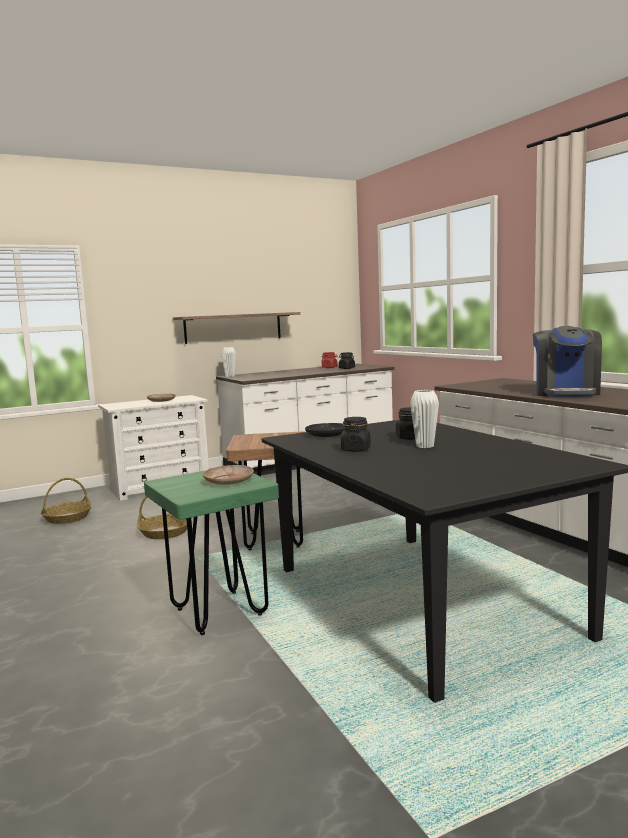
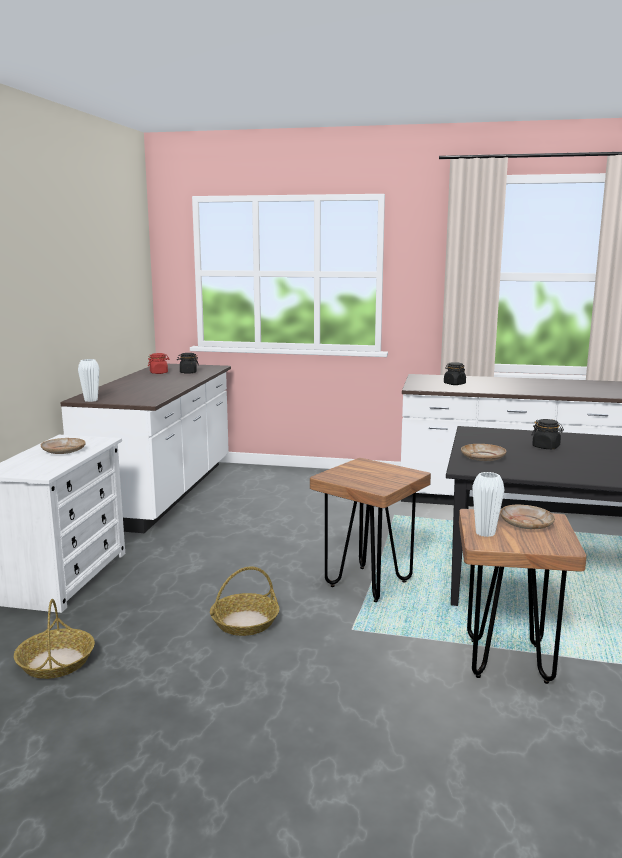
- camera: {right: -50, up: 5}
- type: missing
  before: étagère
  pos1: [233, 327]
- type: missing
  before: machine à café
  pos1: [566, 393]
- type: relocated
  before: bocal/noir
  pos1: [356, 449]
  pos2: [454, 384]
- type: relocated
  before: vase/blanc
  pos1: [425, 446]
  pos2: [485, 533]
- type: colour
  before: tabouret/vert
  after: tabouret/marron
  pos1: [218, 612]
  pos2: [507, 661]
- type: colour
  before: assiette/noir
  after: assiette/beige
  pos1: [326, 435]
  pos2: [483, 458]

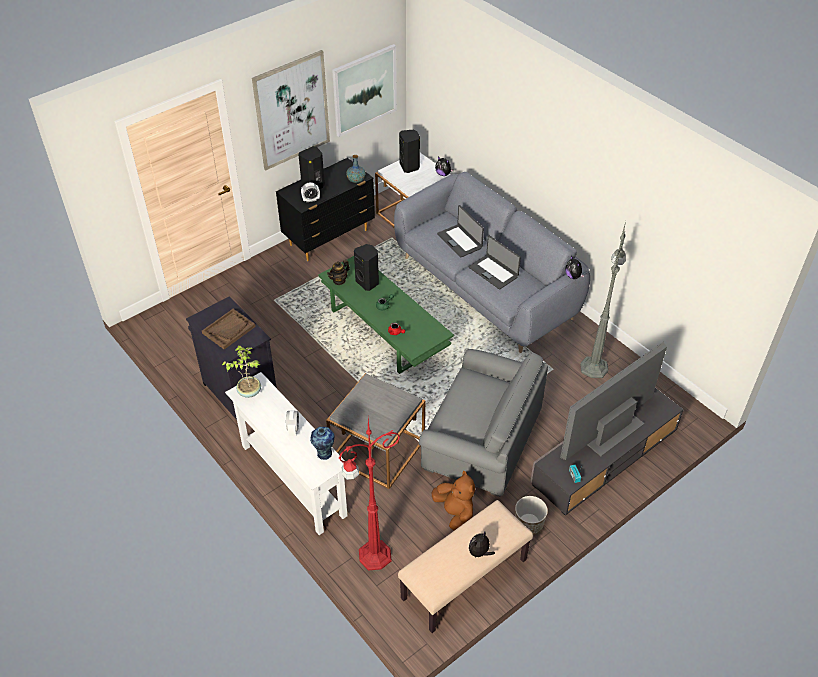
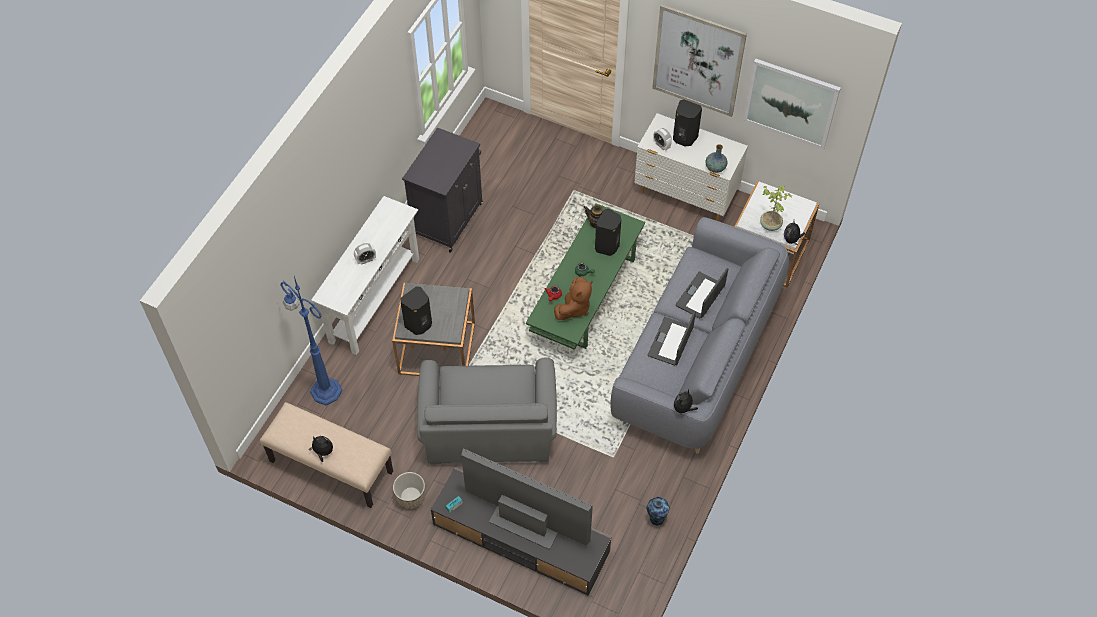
- camera: {right: 65, up: 10}
- type: missing
  before: plateau/marron
  pos1: [229, 330]
- type: missing
  before: lampadaire/gris
  pos1: [594, 366]
- type: relocated
  before: plante en pot
  pos1: [249, 391]
  pos2: [770, 224]
- type: relocated
  before: vase
  pos1: [324, 454]
  pos2: [656, 518]
- type: relocated
  before: enceinte/noir
  pos1: [410, 166]
  pos2: [419, 325]
- type: relocated
  before: peluche/marron
  pos1: [455, 513]
  pos2: [574, 308]
- type: colour
  before: commode/noir
  after: commode/blanc
  pos1: [330, 238]
  pos2: [686, 195]
- type: colour
  before: lampadaire/rouge
  after: lampadaire/bleu
  pos1: [373, 556]
  pos2: [325, 390]

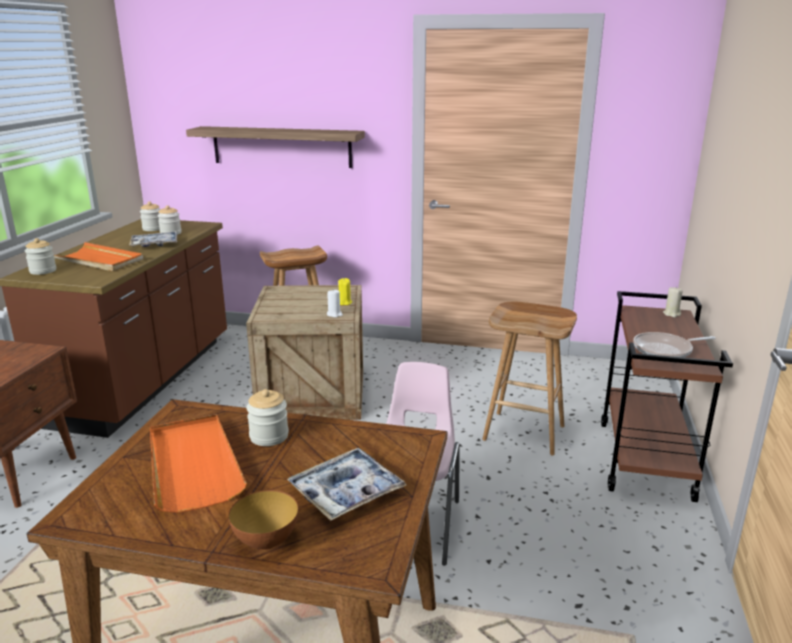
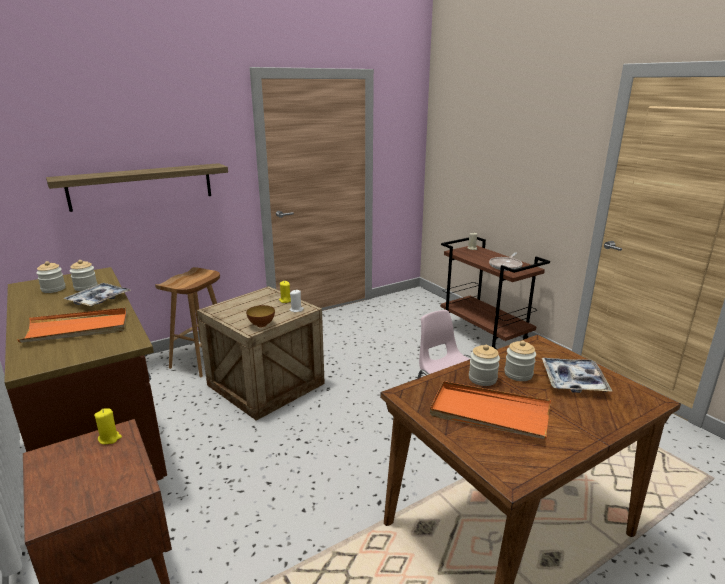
- camera: {right: -45, up: 0}
- type: missing
  before: tabouret/marron
  pos1: [525, 432]
- type: appeared
  after: bougie/jaune
  pos2: [109, 438]
- type: relocated
  before: bocal
  pos1: [43, 271]
  pos2: [518, 374]
- type: relocated
  before: bol
  pos1: [266, 541]
  pos2: [261, 325]

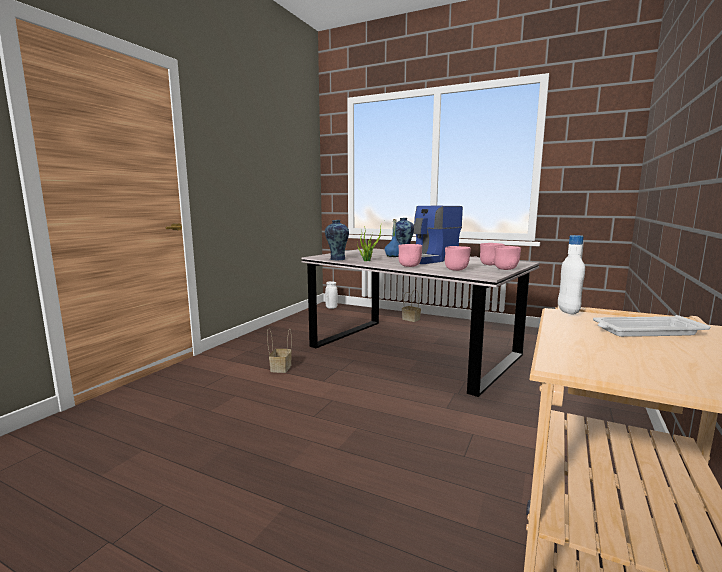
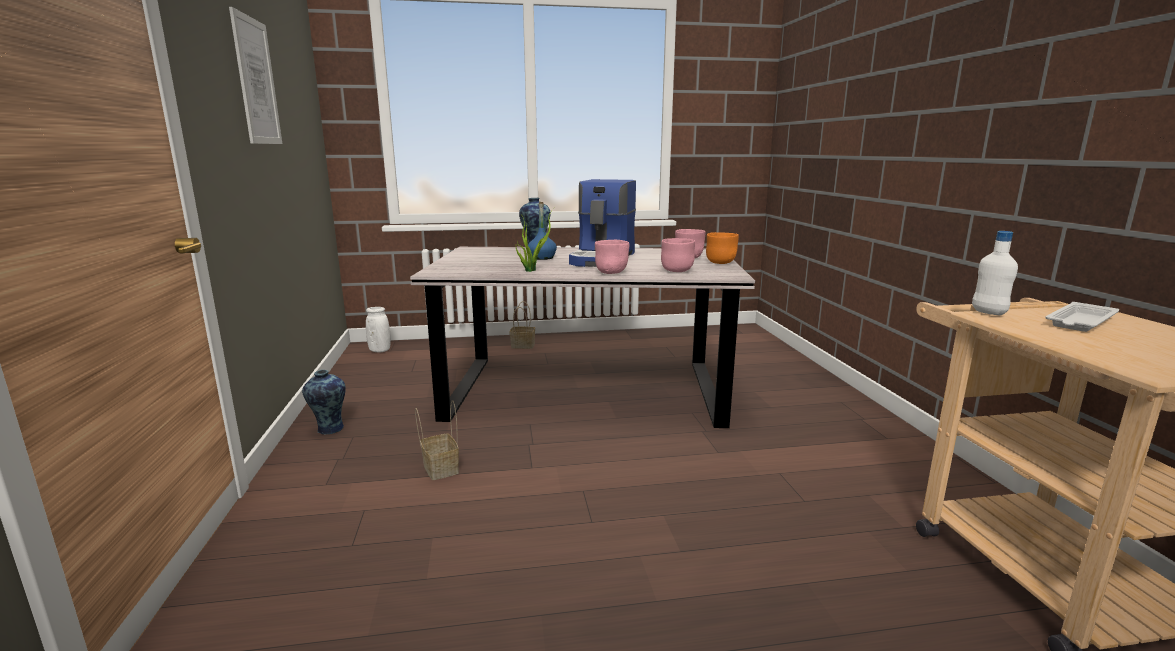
- camera: {right: -35, up: 5}
- type: appeared
  after: tableau
  pos2: [256, 82]
- type: relocated
  before: vase
  pos1: [337, 259]
  pos2: [329, 429]
- type: colour
  before: bol/rose
  after: bol/orange
  pos1: [506, 269]
  pos2: [720, 262]

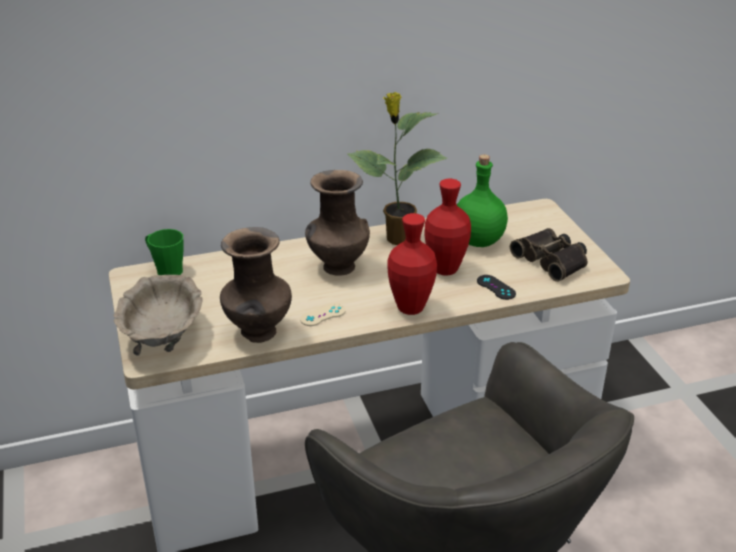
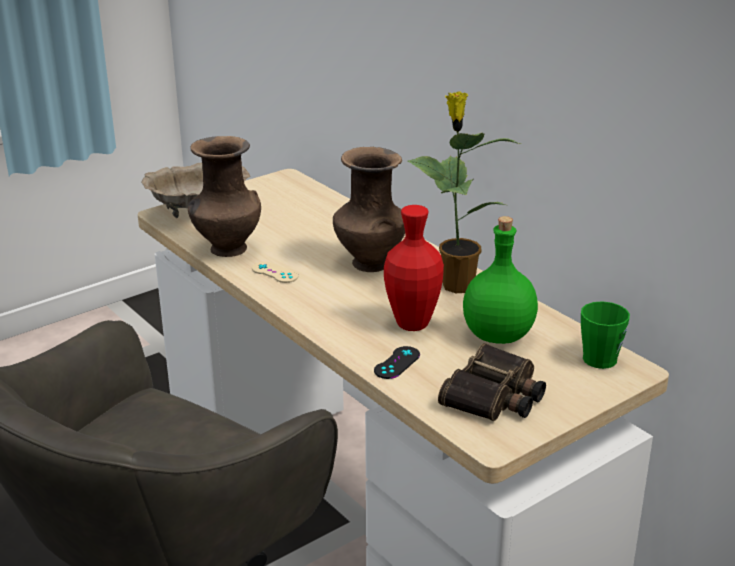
- camera: {right: 70, up: -5}
- type: missing
  before: vase/rouge
  pos1: [410, 308]
- type: relocated
  before: mug/vert
  pos1: [166, 269]
  pos2: [600, 355]

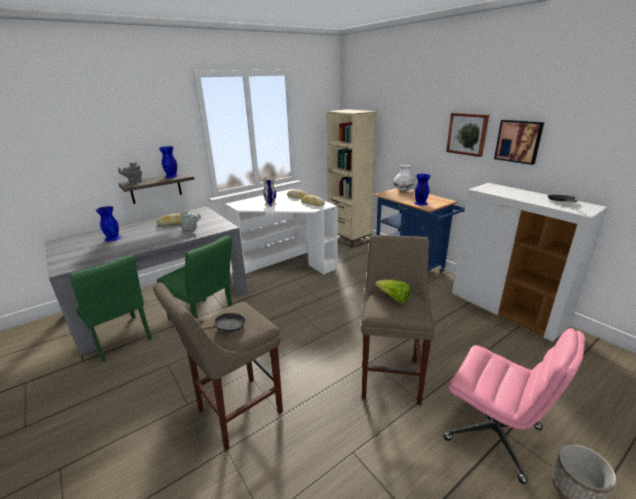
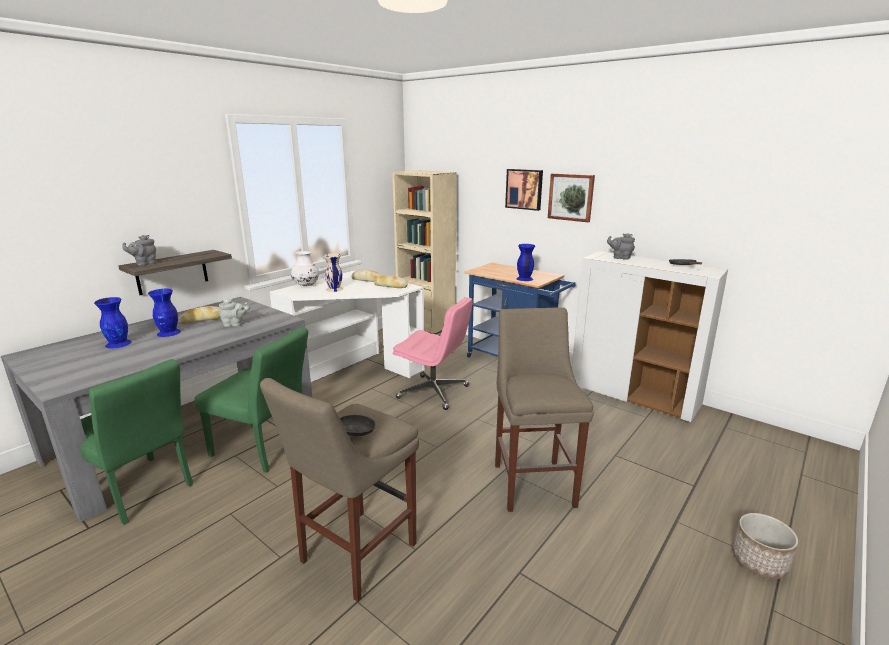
- camera: {right: -15, up: -5}
- type: missing
  before: laitue
  pos1: [393, 298]
- type: appeared
  after: théière/gris
  pos2: [620, 257]
- type: relocated
  before: vase/bleu
  pos1: [172, 176]
  pos2: [169, 333]
- type: relocated
  before: vase/blanc
  pos1: [403, 191]
  pos2: [306, 285]
- type: relocated
  before: chaise de bureau/rose
  pos1: [494, 434]
  pos2: [434, 392]
- type: relocated
  before: tableau
  pos1: [518, 141]
  pos2: [524, 189]

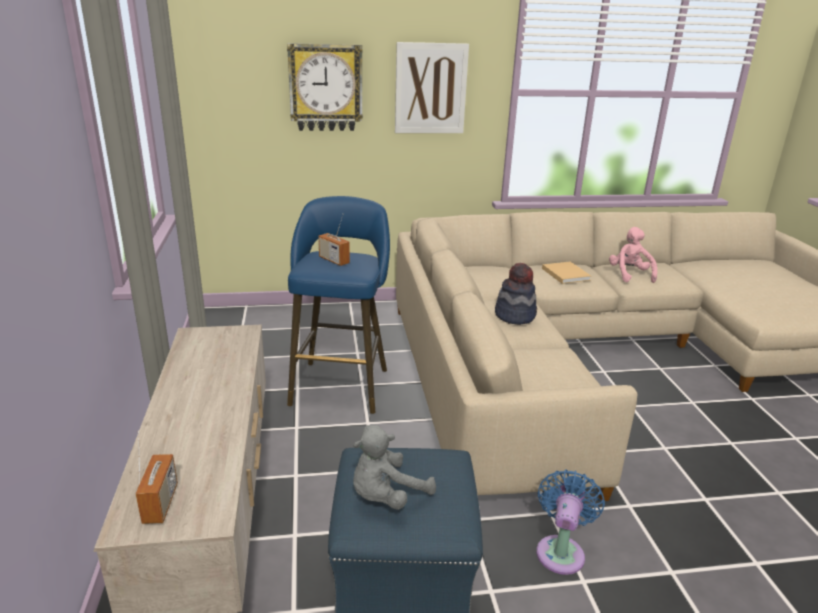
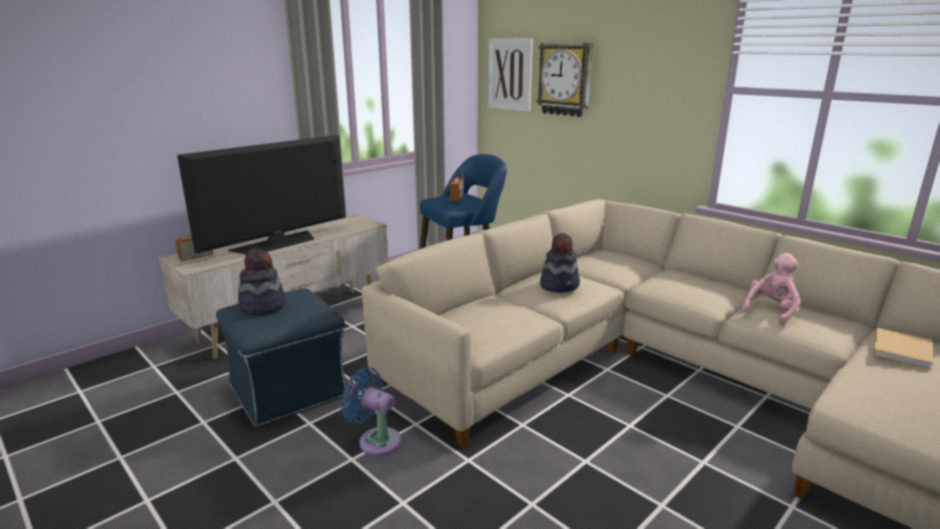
- camera: {right: 55, up: -5}
- type: appeared
  after: téléviseur
  pos2: [277, 244]
- type: relocated
  before: tableau
  pos1: [430, 89]
  pos2: [510, 74]
- type: relocated
  before: livre/beige
  pos1: [565, 273]
  pos2: [901, 349]
- type: exchanged
  before: peluche/gris
  after: chapeau
  pos1: [386, 496]
  pos2: [262, 306]
- type: spun
  before: ventilateur/bleu
  pos1: [561, 550]
  pos2: [376, 440]
  turn: -135

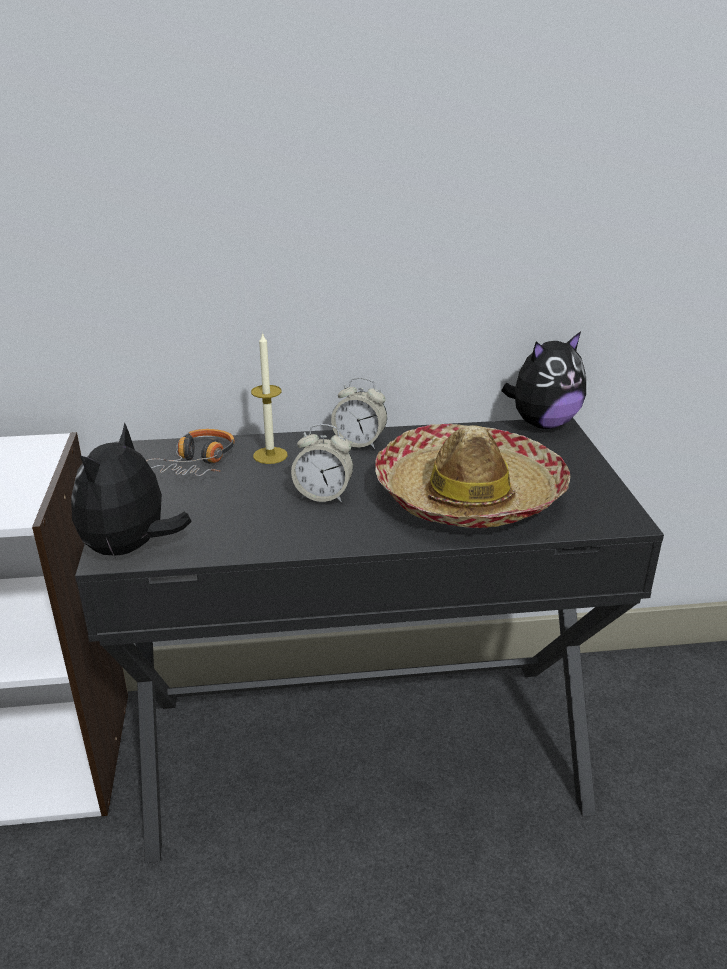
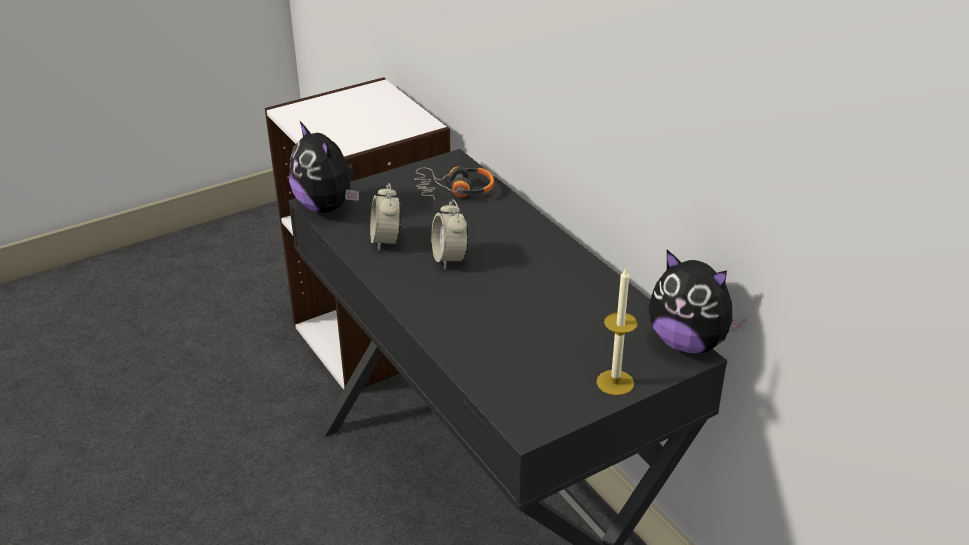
- camera: {right: 65, up: 5}
- type: missing
  before: chapeau
  pos1: [469, 495]
- type: relocated
  before: bougie
  pos1: [270, 455]
  pos2: [615, 382]
- type: relocated
  before: réveil
  pos1: [359, 443]
  pos2: [386, 240]
- type: spun
  before: peluche
  pos1: [130, 549]
  pos2: [327, 207]
  turn: -120

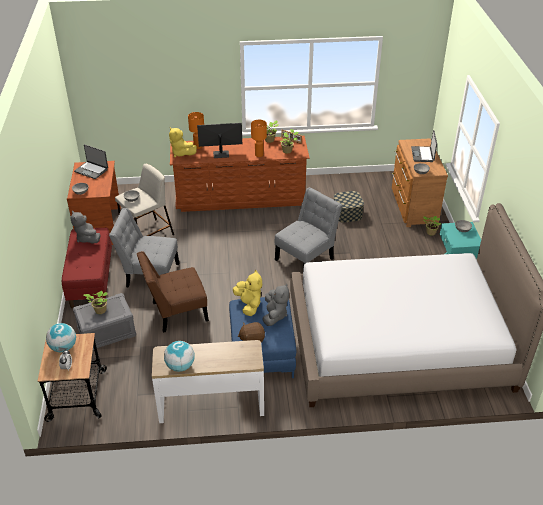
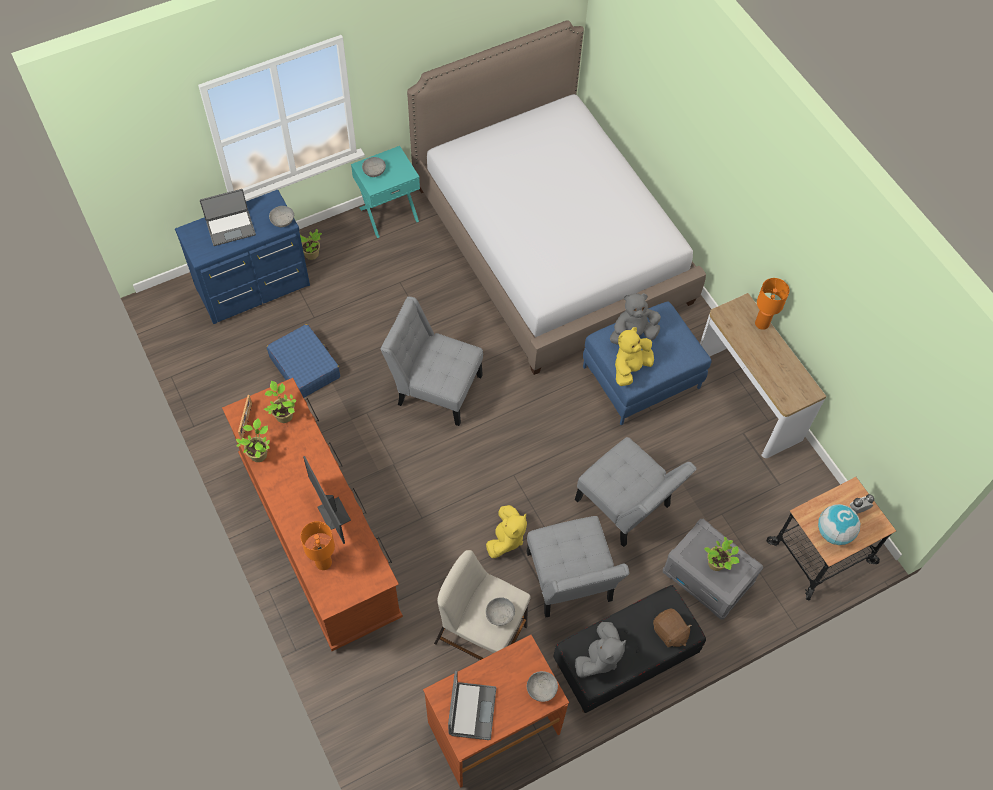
- camera: {right: -115, up: 20}
- type: missing
  before: globe
  pos1: [180, 366]
- type: relocated
  before: peluche/jaune
  pos1: [181, 153]
  pos2: [506, 539]
- type: relocated
  before: peluche/marron
  pos1: [252, 339]
  pos2: [669, 632]
- type: relocated
  before: lampe de table/orange
  pos1: [259, 155]
  pos2: [762, 324]
- type: exchanged
  before: boîte de rangement
  after: valise/bleu
  pos1: [347, 213]
  pos2: [305, 367]
- type: colour
  before: banc/rouge
  after: banc/noir
  pos1: [91, 281]
  pos2: [624, 661]
- type: colour
  before: chaise/marron
  after: chaise/gris
  pos1: [176, 312]
  pos2: [626, 507]
- type: colour
  before: commode/marron
  after: commode/bleu
  pos1: [413, 207]
  pos2: [254, 288]

